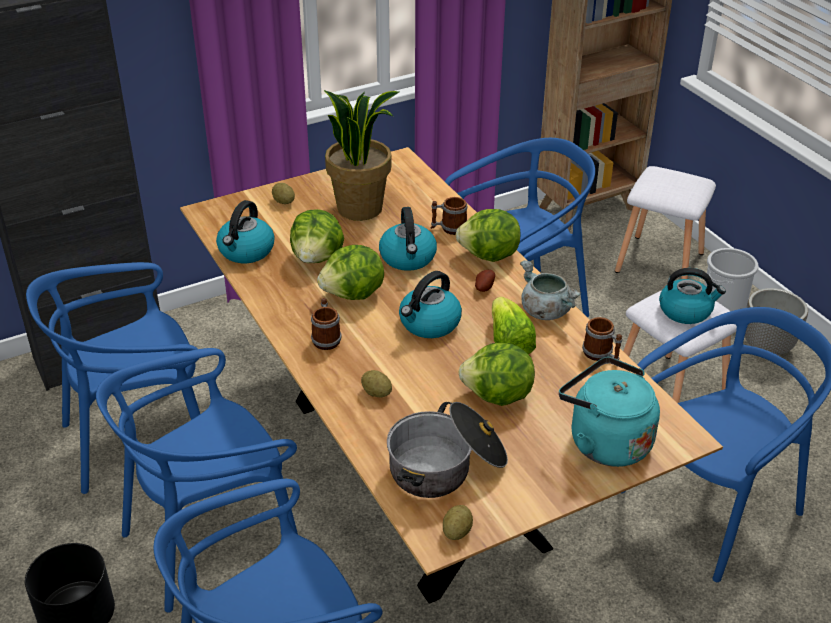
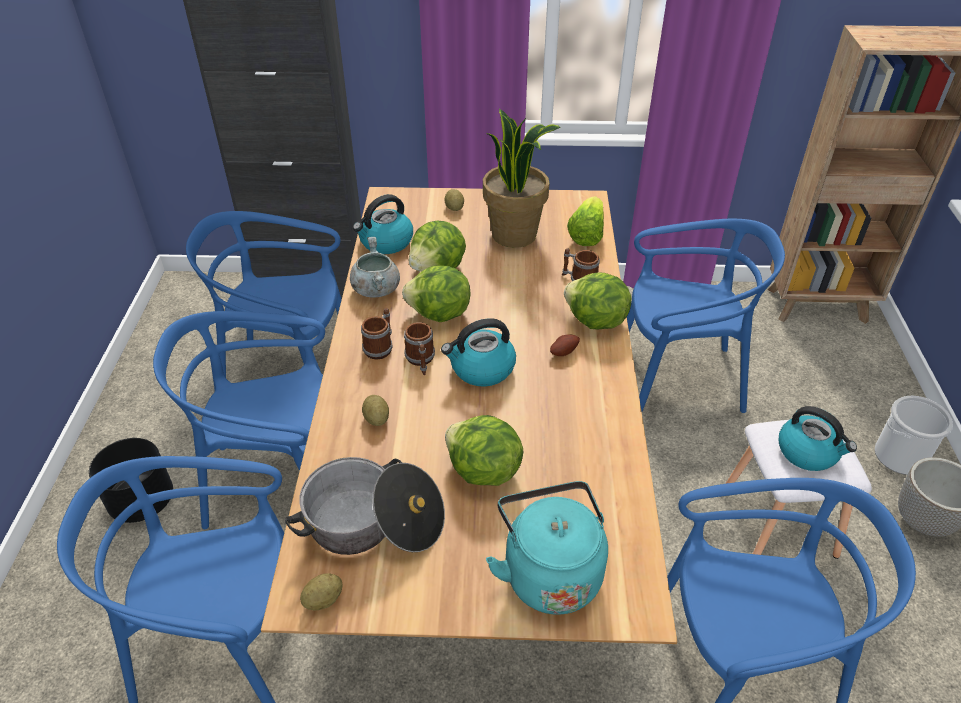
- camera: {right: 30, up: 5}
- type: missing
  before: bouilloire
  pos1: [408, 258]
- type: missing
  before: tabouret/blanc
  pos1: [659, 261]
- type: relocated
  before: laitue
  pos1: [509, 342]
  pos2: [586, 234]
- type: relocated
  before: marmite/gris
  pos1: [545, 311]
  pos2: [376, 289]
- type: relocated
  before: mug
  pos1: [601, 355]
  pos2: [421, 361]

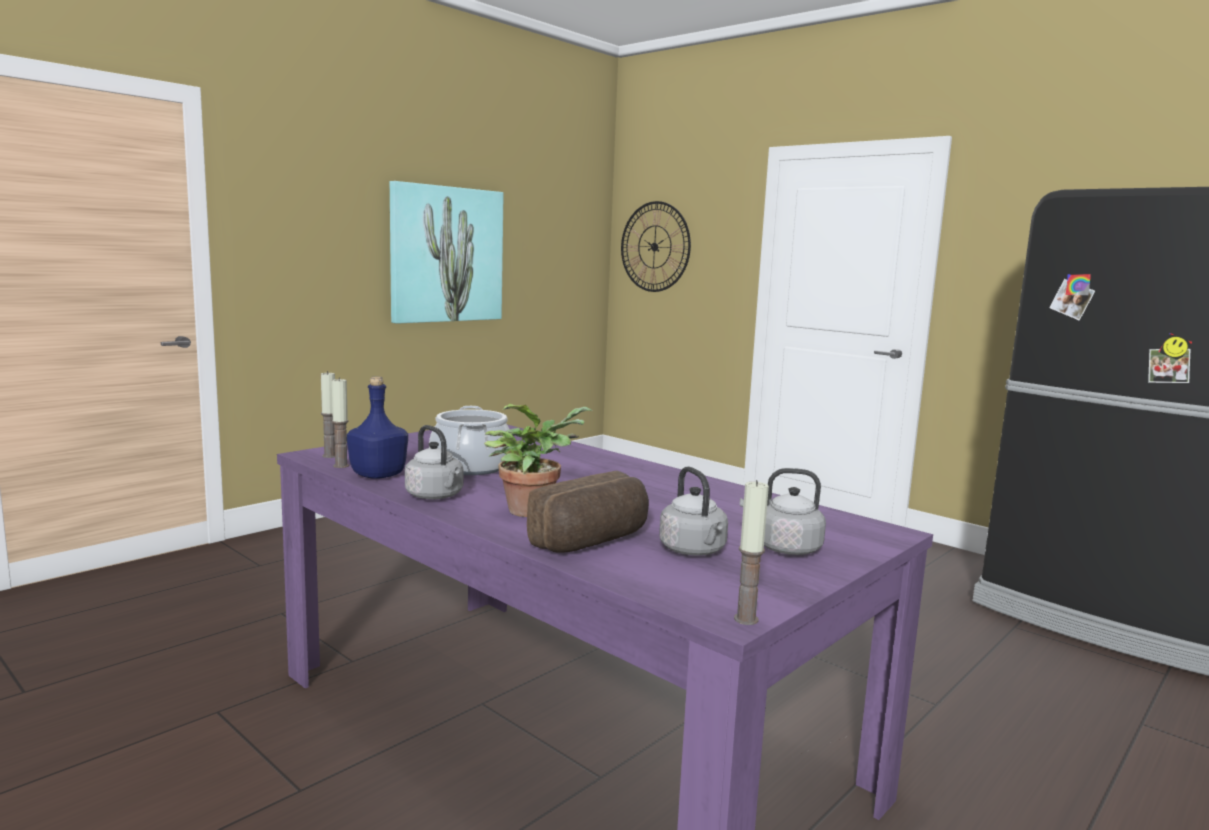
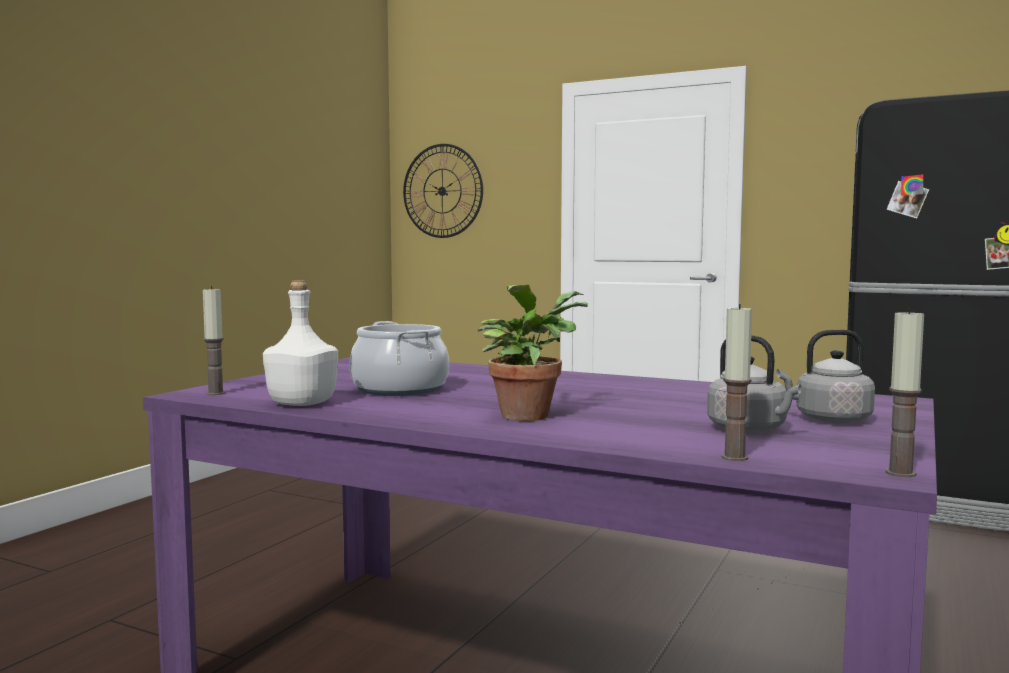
- camera: {right: -15, up: -5}
- type: missing
  before: tableau
  pos1: [446, 254]
- type: missing
  before: bouilloire/gris
  pos1: [436, 496]
- type: missing
  before: pain
  pos1: [593, 541]
- type: relocated
  before: bougie
  pos1: [341, 466]
  pos2: [734, 457]
- type: colour
  before: bouteille/bleu
  after: bouteille/blanc
  pos1: [377, 475]
  pos2: [301, 403]

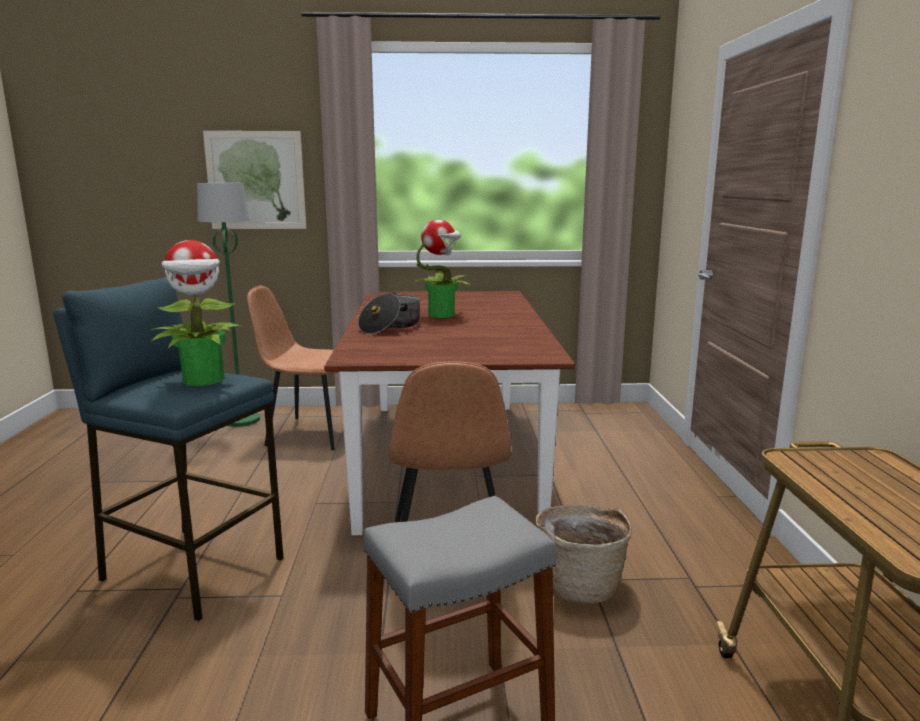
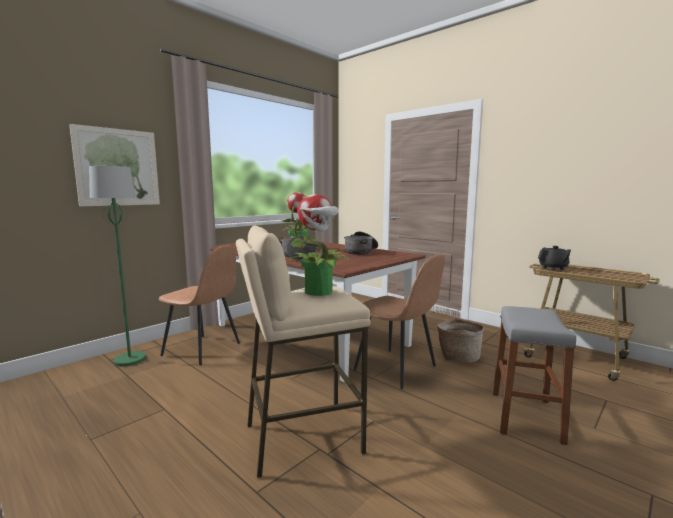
- camera: {right: -45, up: -5}
- type: appeared
  after: marmite
  pos2: [361, 251]
- type: appeared
  after: théière/noir
  pos2: [553, 268]
- type: colour
  before: tabouret/bleu
  after: tabouret/beige
  pos1: [192, 569]
  pos2: [302, 438]
- type: spun
  before: chaise/marron
  pos1: [311, 433]
  pos2: [203, 350]
  turn: -120

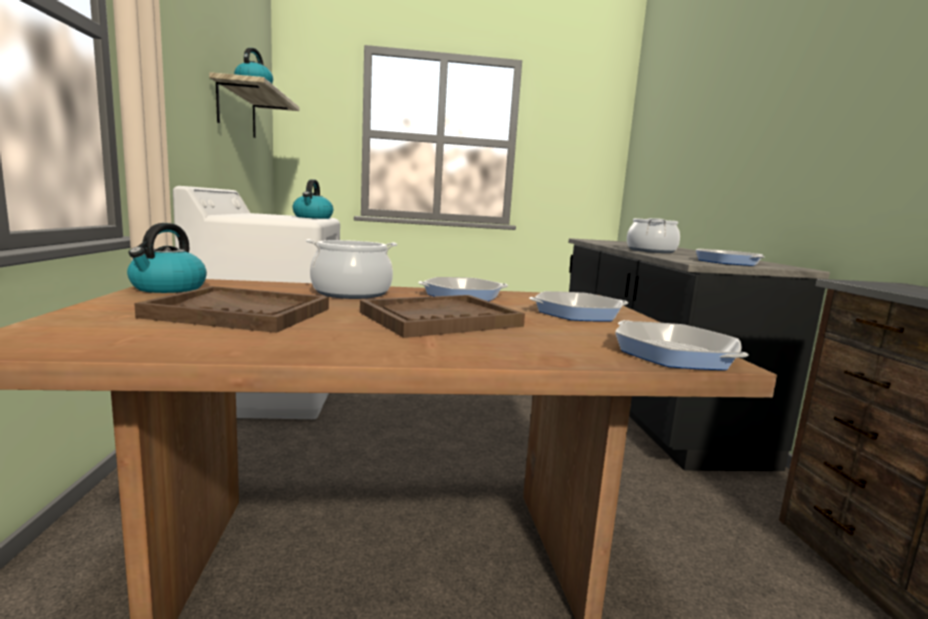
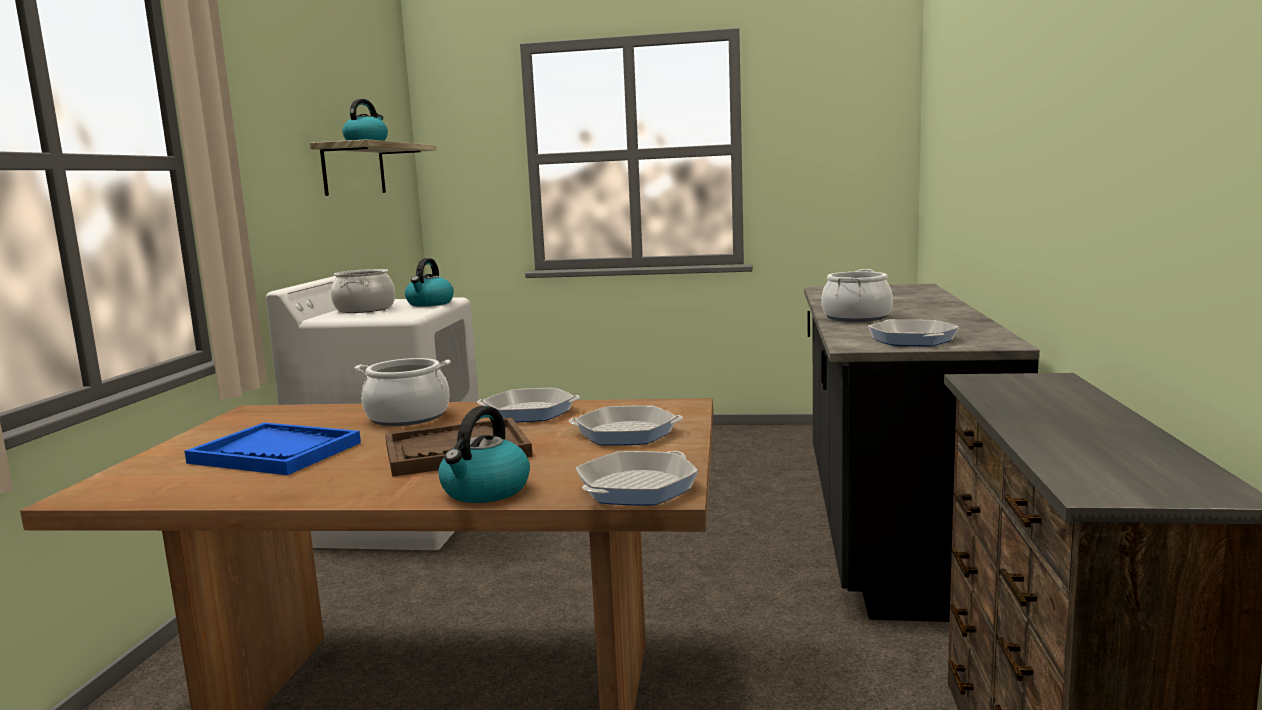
- camera: {right: 15, up: 0}
- type: appeared
  after: marmite
  pos2: [365, 309]
- type: relocated
  before: bouilloire
  pos1: [168, 288]
  pos2: [485, 491]
- type: colour
  before: plateau/marron
  after: plateau/bleu
  pos1: [241, 313]
  pos2: [276, 453]
- type: spun
  before: poêle
  pos1: [674, 354]
  pos2: [636, 487]
  turn: -120

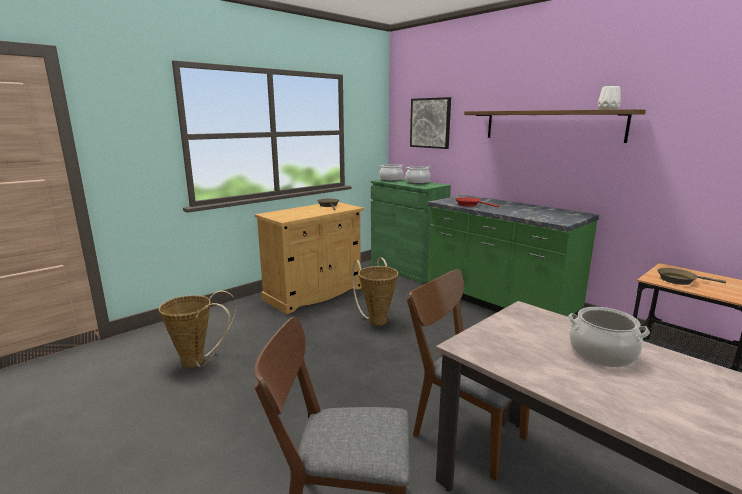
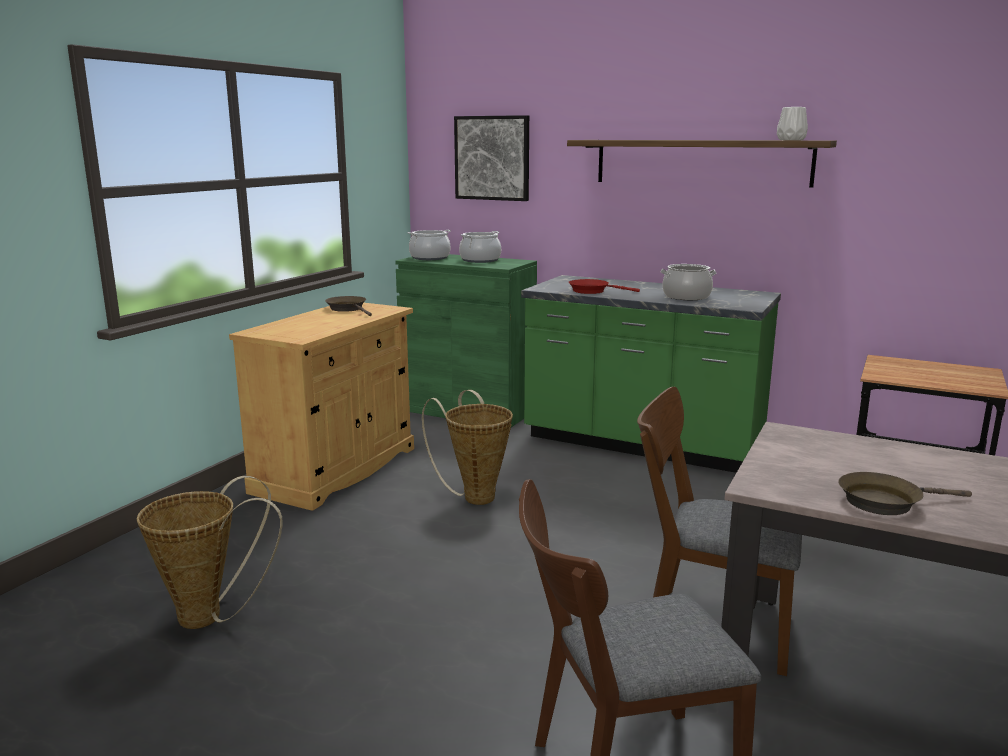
- camera: {right: -20, up: 0}
- type: relocated
  before: marmite
  pos1: [602, 353]
  pos2: [686, 296]
- type: relocated
  before: poêle/marron
  pos1: [679, 280]
  pos2: [885, 502]

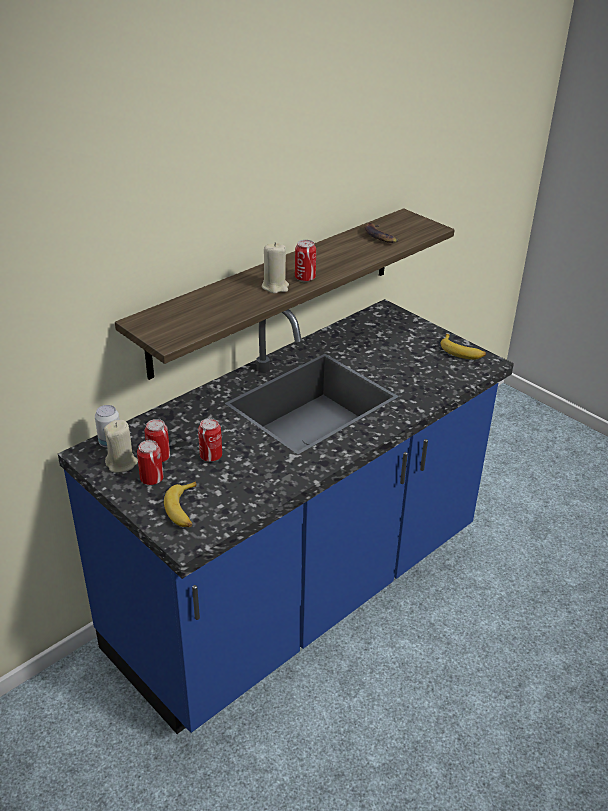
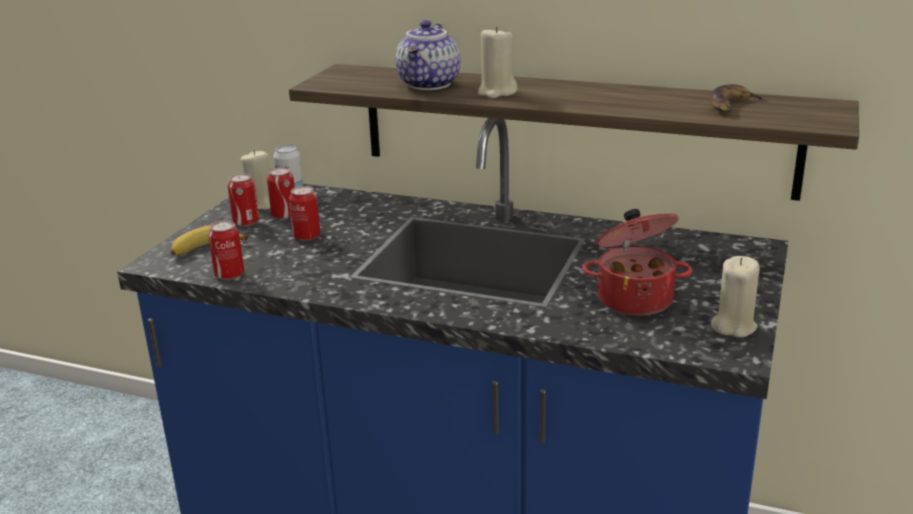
- camera: {right: 65, up: -10}
- type: appeared
  after: théière
  pos2: [430, 84]
- type: appeared
  after: marmite
  pos2: [634, 298]
- type: relocated
  before: boîte métallique
  pos1: [305, 278]
  pos2: [229, 275]
- type: exchanged
  before: banane
  after: bougie/beige
  pos1: [462, 352]
  pos2: [733, 326]

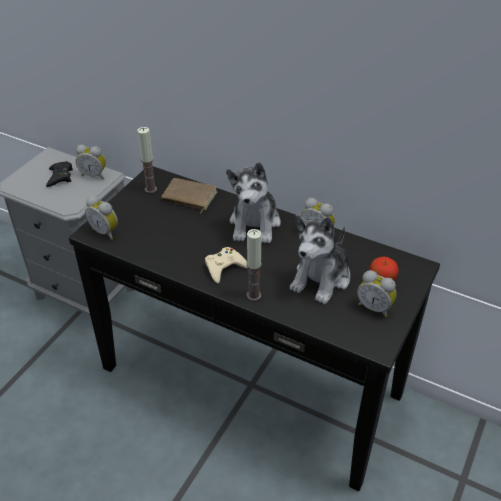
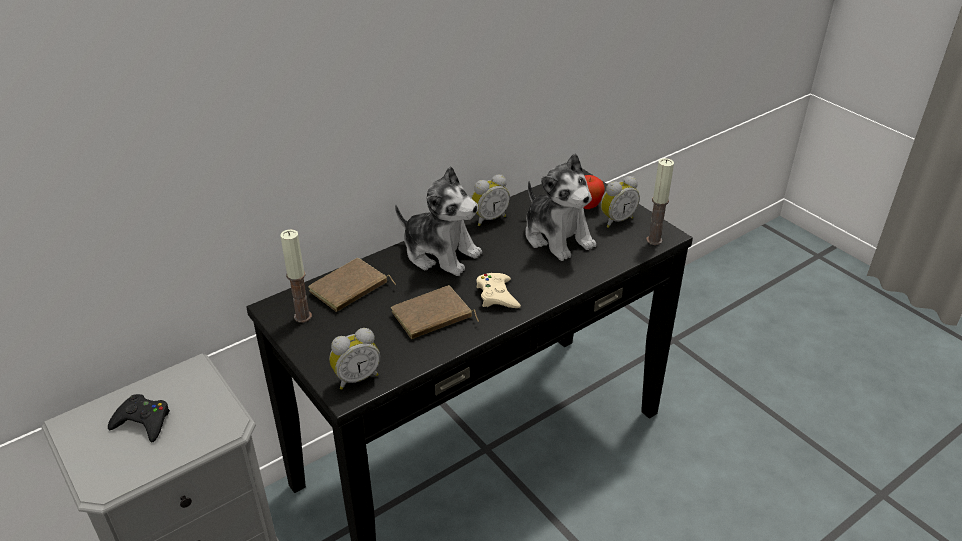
- camera: {right: -65, up: -5}
- type: missing
  before: réveil
  pos1: [94, 175]
- type: appeared
  after: livre/marron
  pos2: [432, 317]
- type: relocated
  before: bougie
  pos1: [253, 295]
  pos2: [654, 240]

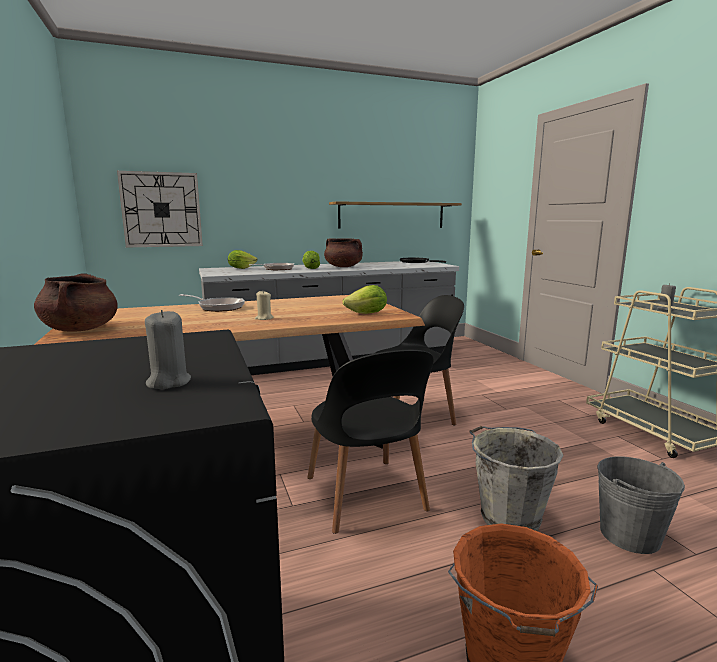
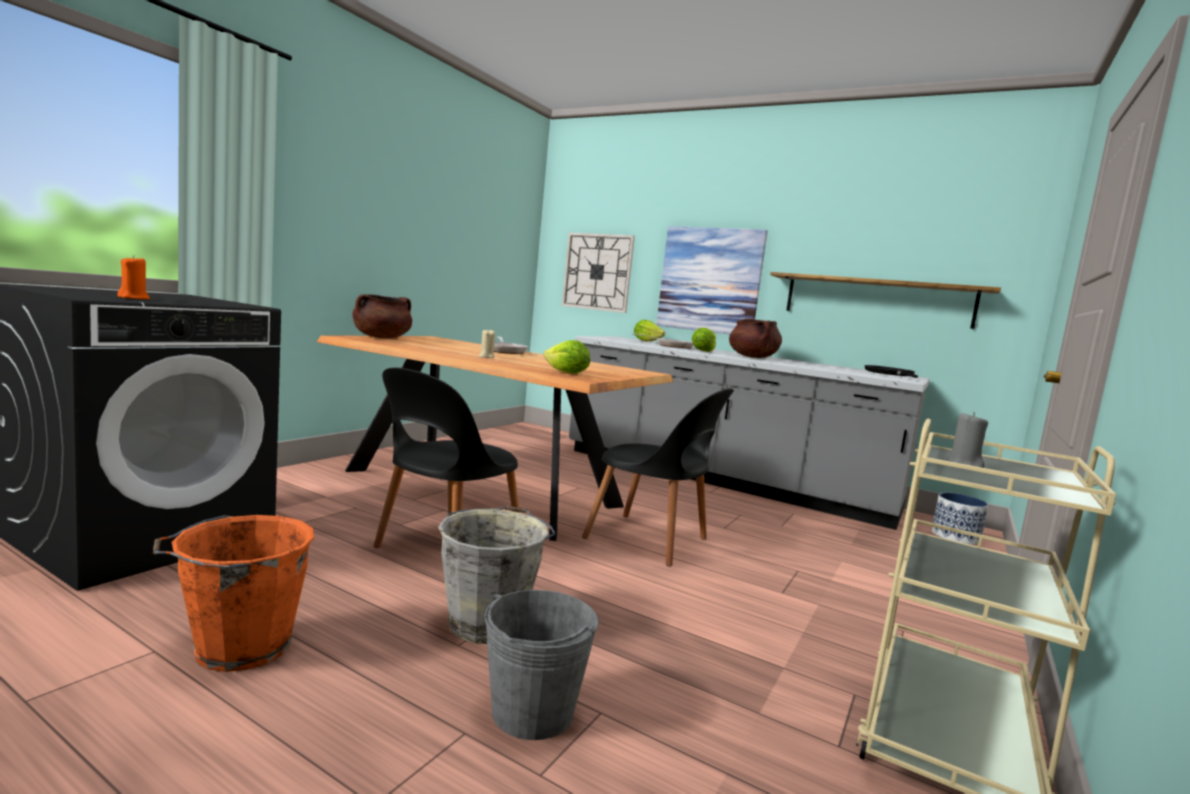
- camera: {right: 50, up: -5}
- type: appeared
  after: tableau
  pos2: [710, 280]
- type: appeared
  after: cache-pot
  pos2: [955, 537]
- type: colour
  before: bougie/gris
  after: bougie/orange
  pos1: [168, 382]
  pos2: [134, 298]

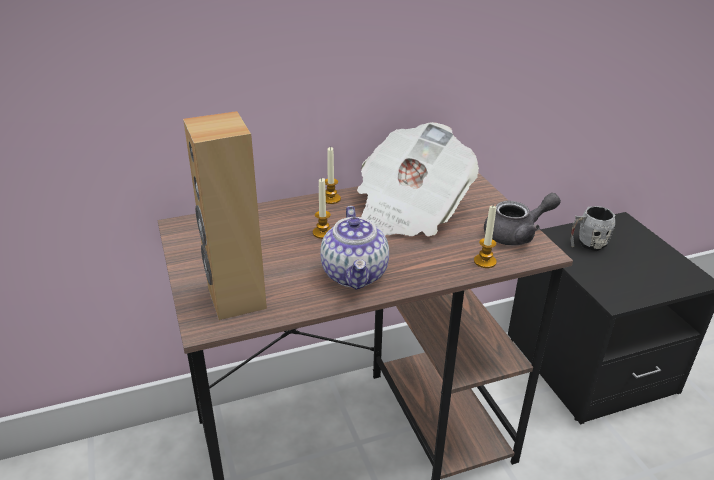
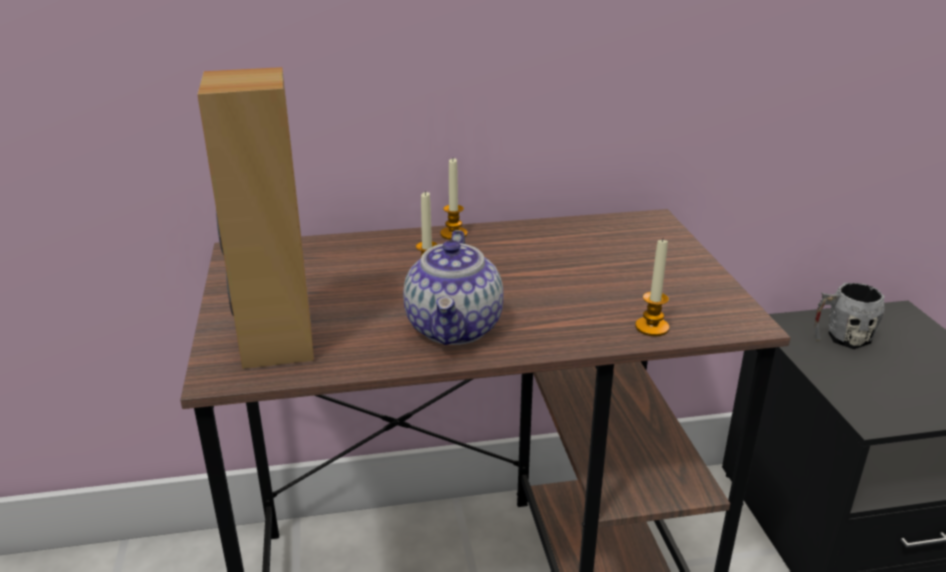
- camera: {right: 10, up: -5}
- type: missing
  before: journal
  pos1: [409, 210]
- type: missing
  before: théière/gris
  pos1: [517, 234]

